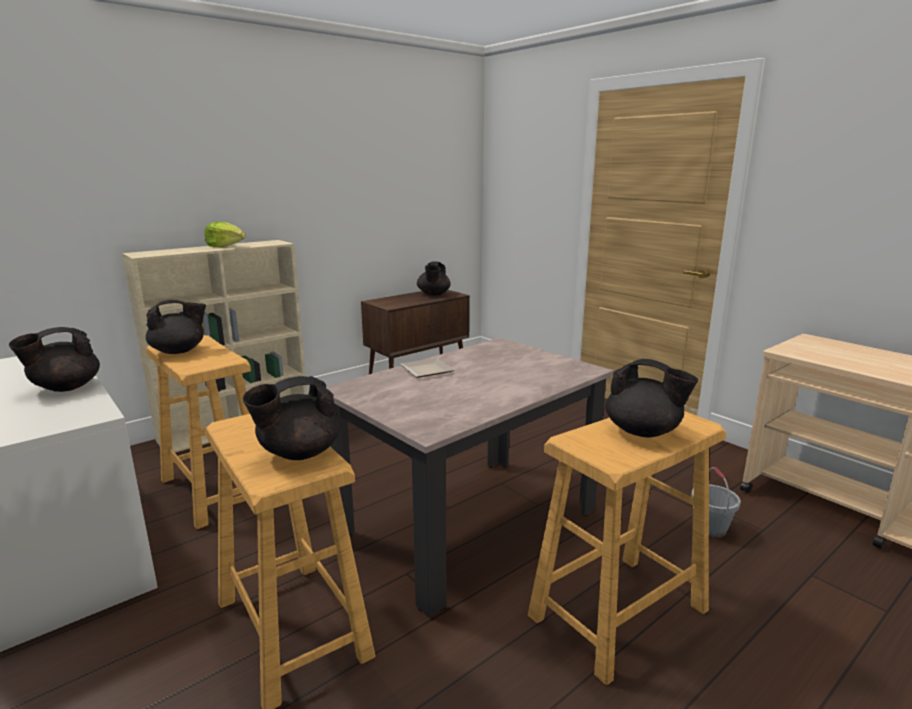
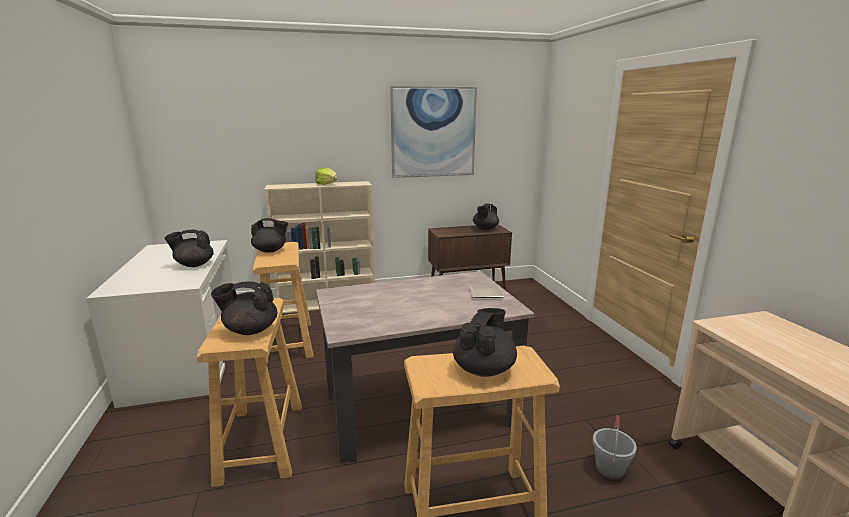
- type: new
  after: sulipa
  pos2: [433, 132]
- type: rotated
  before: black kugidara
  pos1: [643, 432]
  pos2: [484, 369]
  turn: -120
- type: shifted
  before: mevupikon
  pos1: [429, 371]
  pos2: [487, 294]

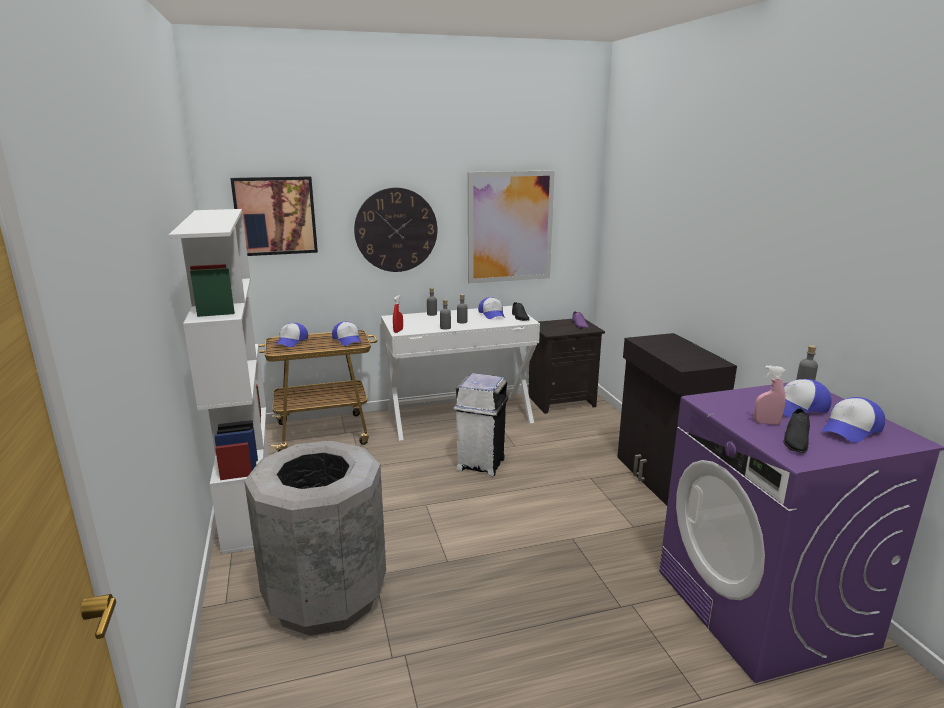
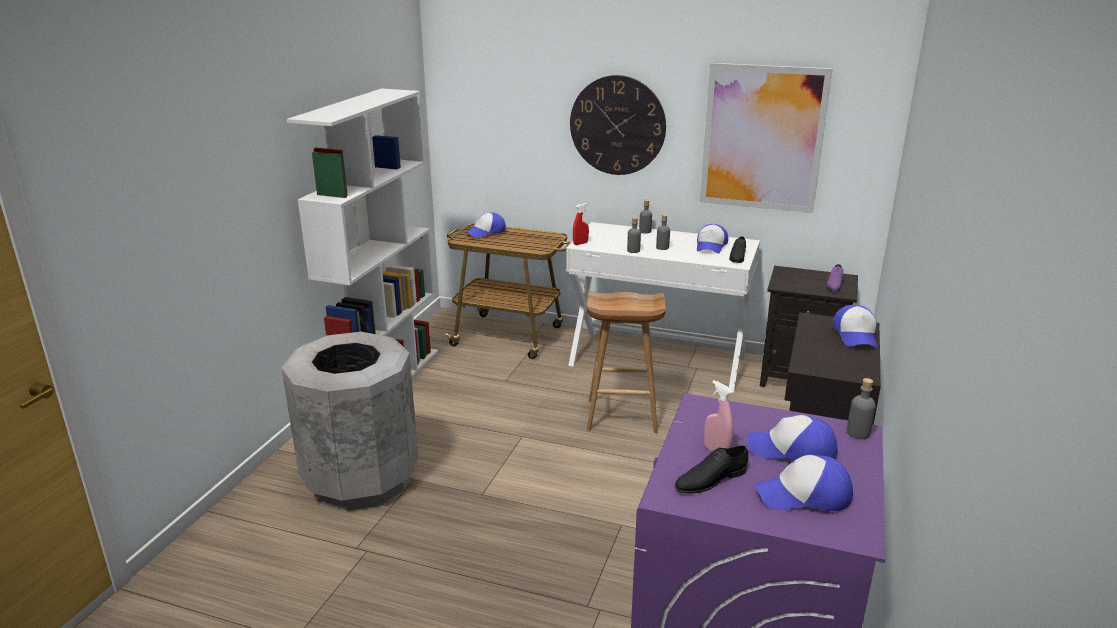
- type: swapped
  before: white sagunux
  after: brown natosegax
  pos1: [481, 463]
  pos2: [621, 416]
- type: shifted
  before: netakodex
  pos1: [348, 340]
  pos2: [856, 335]
- type: gone
  before: sulipa
  pos1: [275, 216]

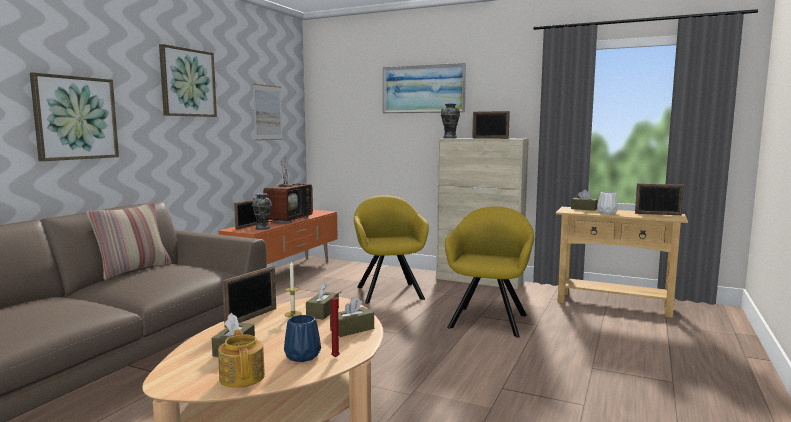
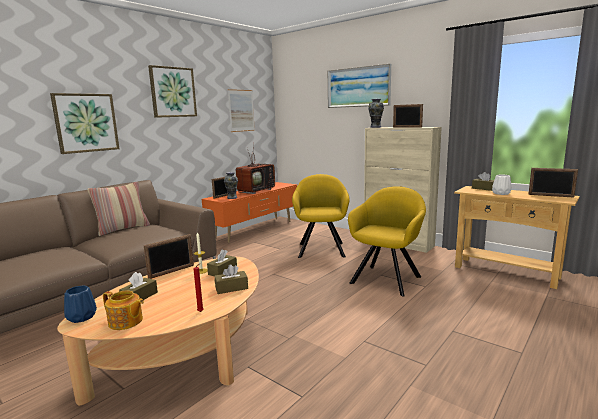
- type: shifted
  before: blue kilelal
  pos1: [302, 356]
  pos2: [81, 317]
- type: rotated
  before: kugidara
  pos1: [242, 377]
  pos2: [126, 322]
  turn: 120

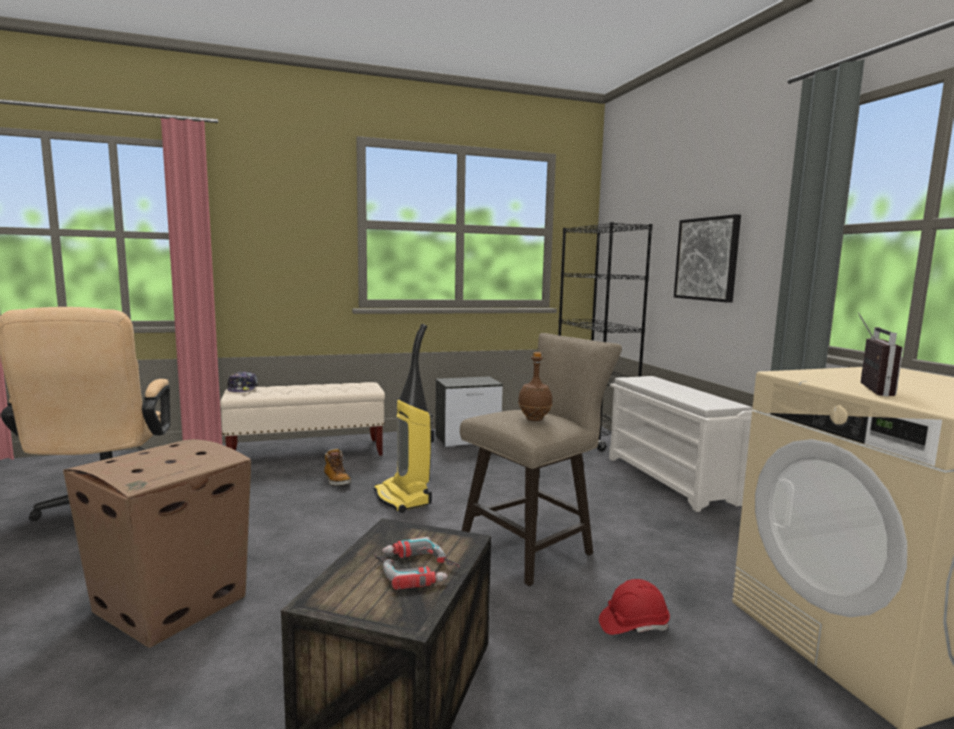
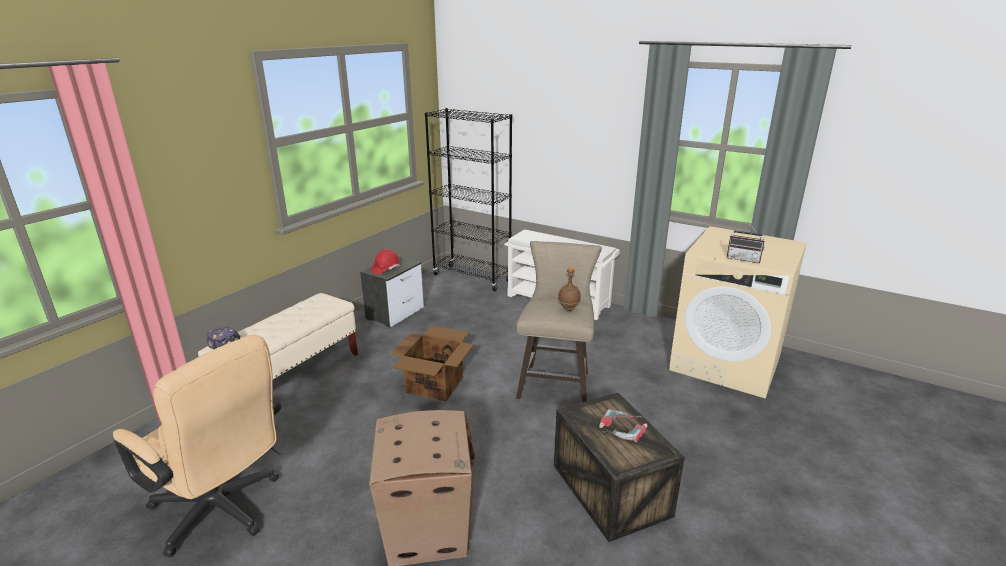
- type: shifted
  before: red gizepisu
  pos1: [633, 625]
  pos2: [386, 269]
- type: swapped
  before: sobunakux
  after: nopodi
  pos1: [404, 498]
  pos2: [435, 384]
- type: rotated
  before: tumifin
  pos1: [866, 390]
  pos2: [743, 259]
  turn: 135
- type: gone
  before: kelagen
  pos1: [336, 481]
- type: gone
  before: sulipa
  pos1: [707, 259]

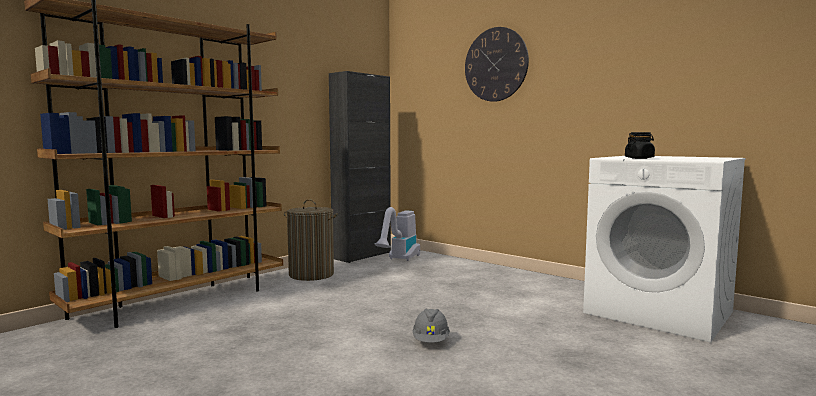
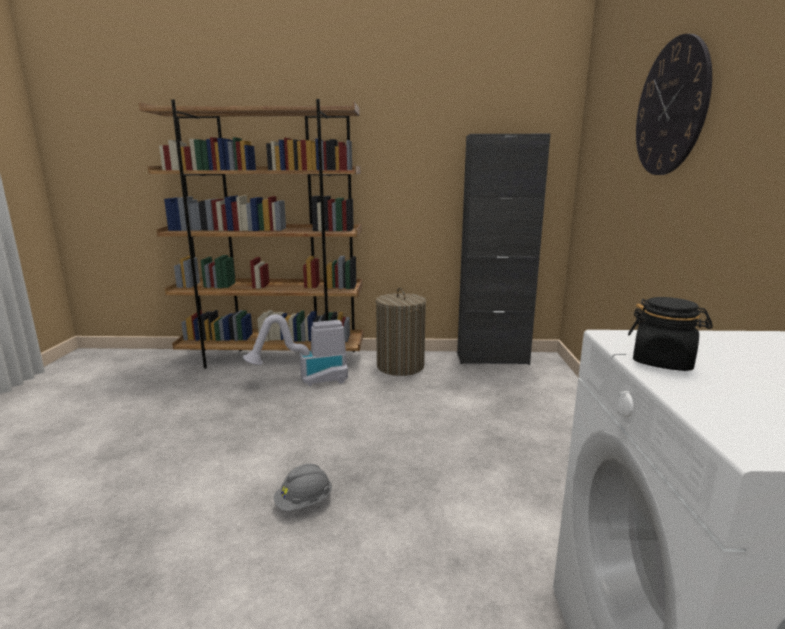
- type: shifted
  before: sobunakux
  pos1: [399, 260]
  pos2: [307, 381]

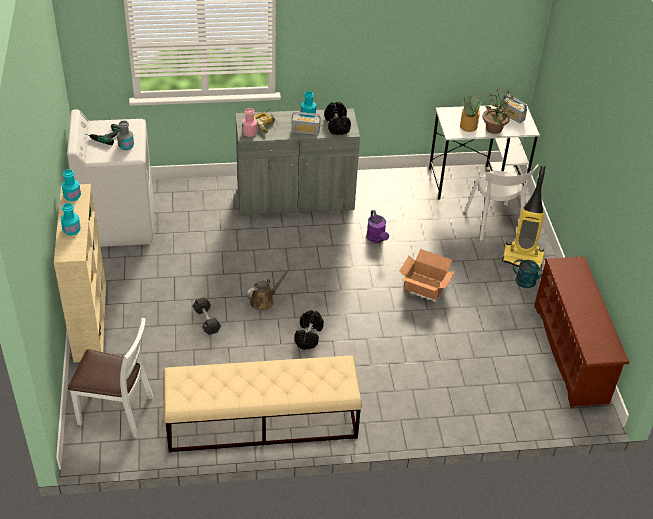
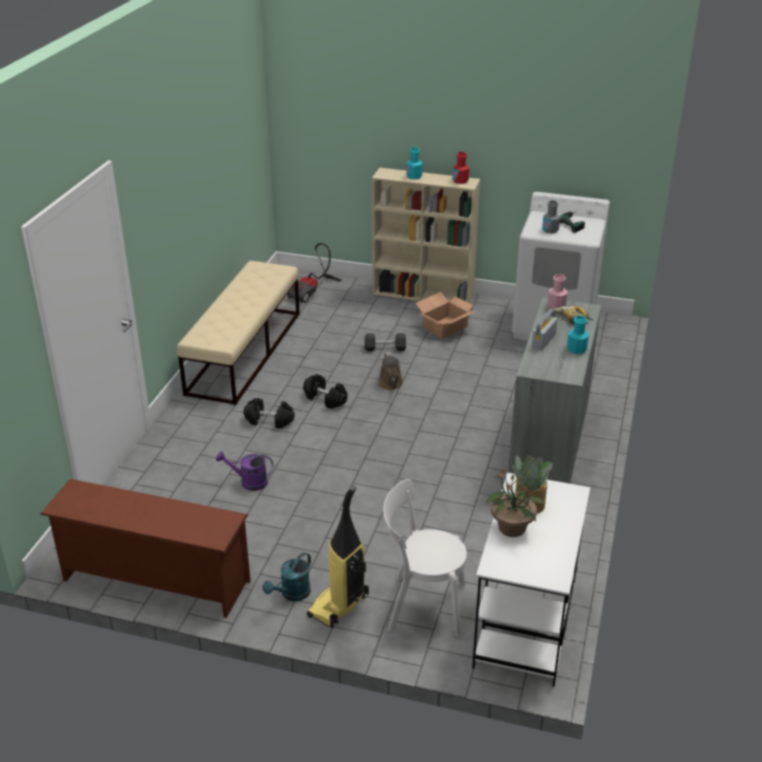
- type: shifted
  before: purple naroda
  pos1: [377, 239]
  pos2: [249, 482]
- type: shifted
  before: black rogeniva
  pos1: [337, 125]
  pos2: [269, 421]
- type: swapped
  before: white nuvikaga
  after: sobunakux
  pos1: [117, 411]
  pos2: [312, 293]
- type: shifted
  before: nopodi
  pos1: [425, 286]
  pos2: [444, 327]
- type: repainted
  before: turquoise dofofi
  after: red dofofi
  pos1: [72, 196]
  pos2: [460, 181]
- type: gone
  before: tumifin
  pos1: [512, 116]

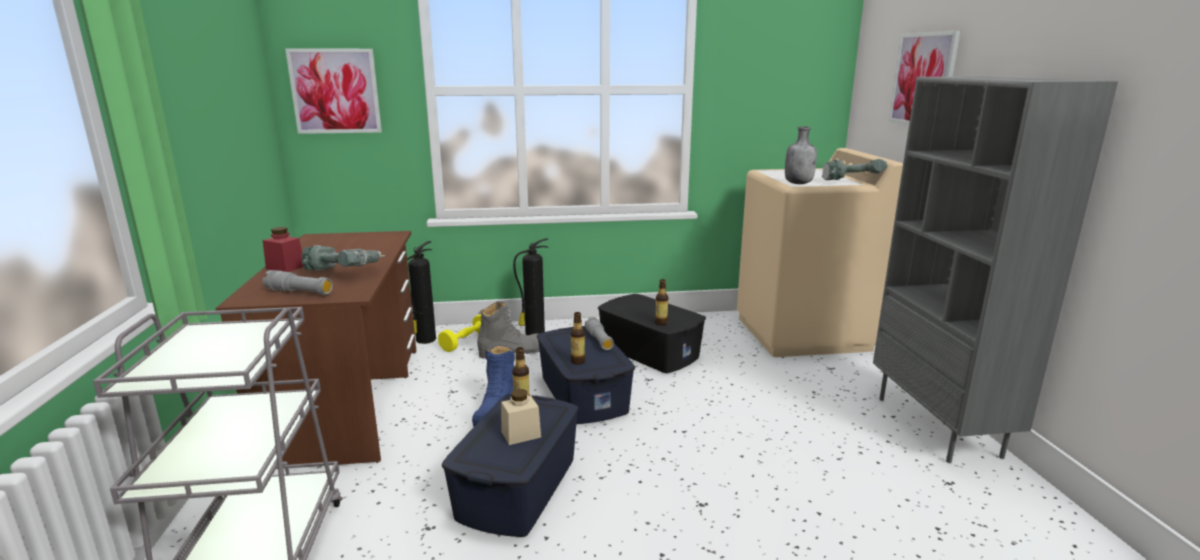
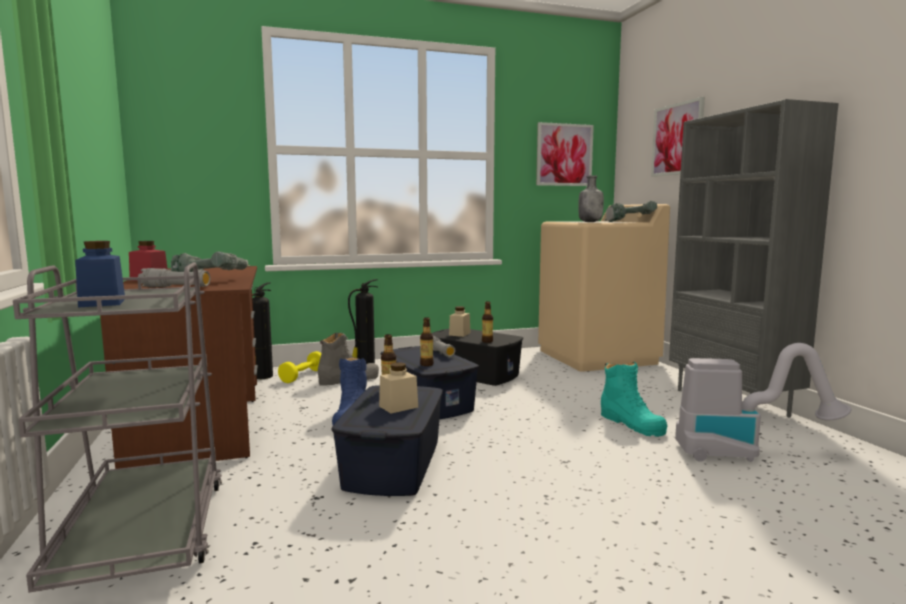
- type: new
  after: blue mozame
  pos2: [102, 303]
- type: new
  after: beige mozame
  pos2: [459, 334]
- type: shifted
  before: sulipa
  pos1: [335, 91]
  pos2: [564, 155]
- type: new
  after: turquoise kelagen
  pos2: [632, 424]
- type: new
  after: sobunakux
  pos2: [744, 453]

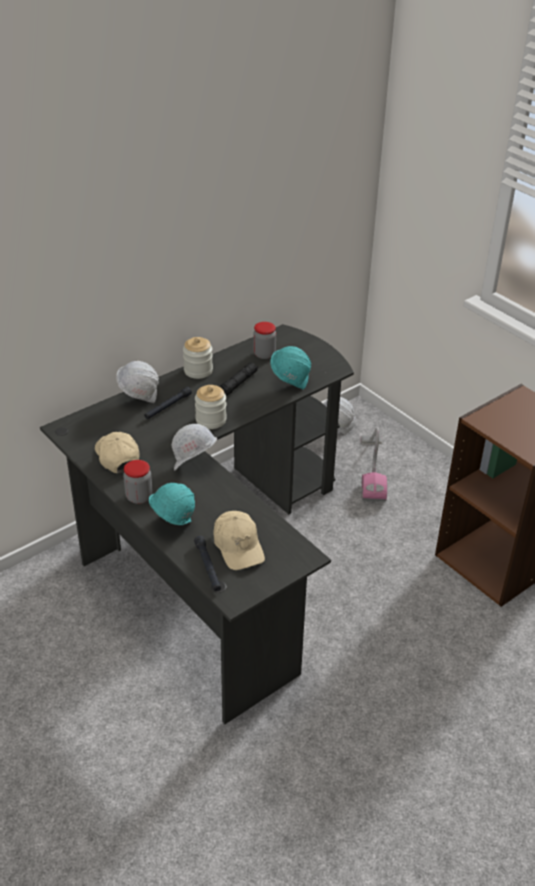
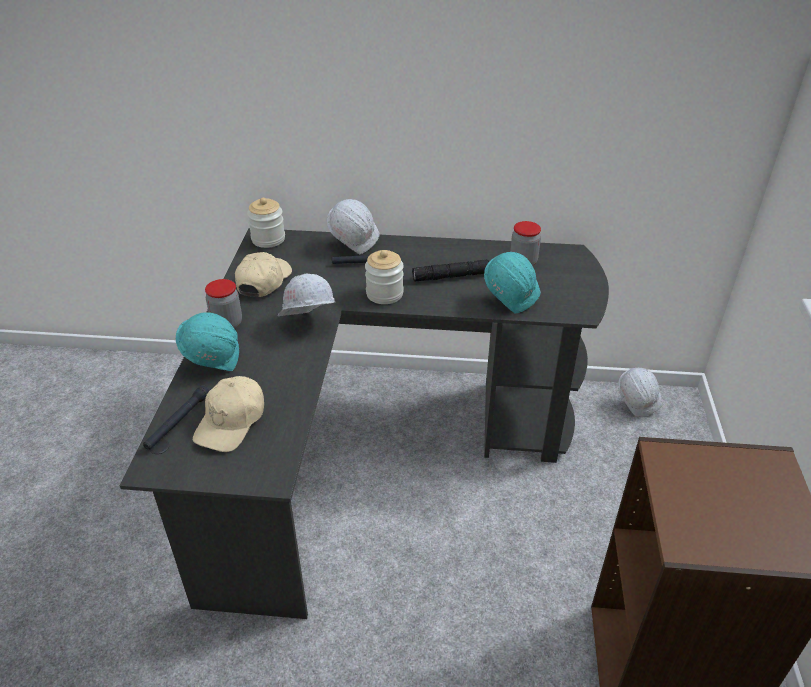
- type: shifted
  before: mozame
  pos1: [198, 371]
  pos2: [268, 239]
- type: gone
  before: sobunakux
  pos1: [372, 469]

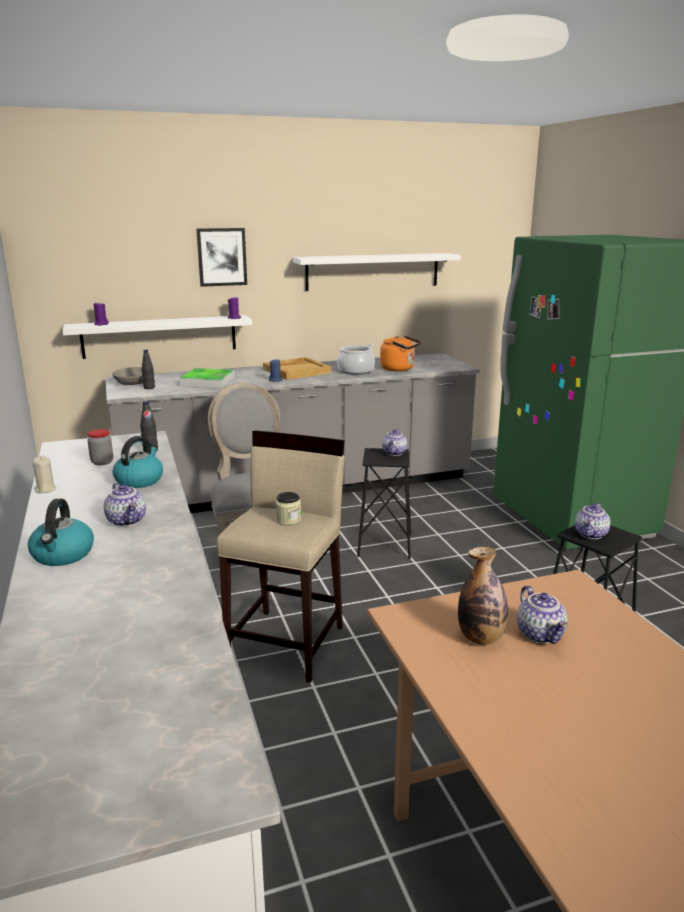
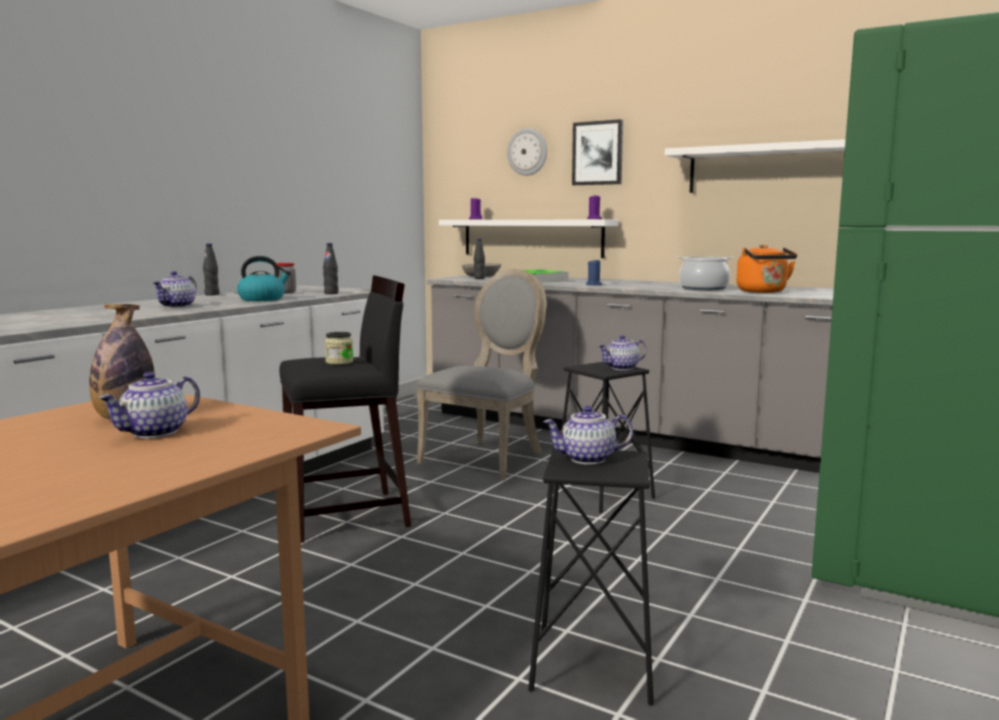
- type: swapped
  before: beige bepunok
  after: black dofofi
  pos1: [45, 489]
  pos2: [212, 294]
- type: repainted
  before: beige natosegax
  after: black natosegax
  pos1: [287, 644]
  pos2: [348, 516]
- type: new
  after: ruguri
  pos2: [527, 152]
- type: gone
  before: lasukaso
  pos1: [63, 555]
- type: gone
  before: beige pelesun
  pos1: [296, 371]

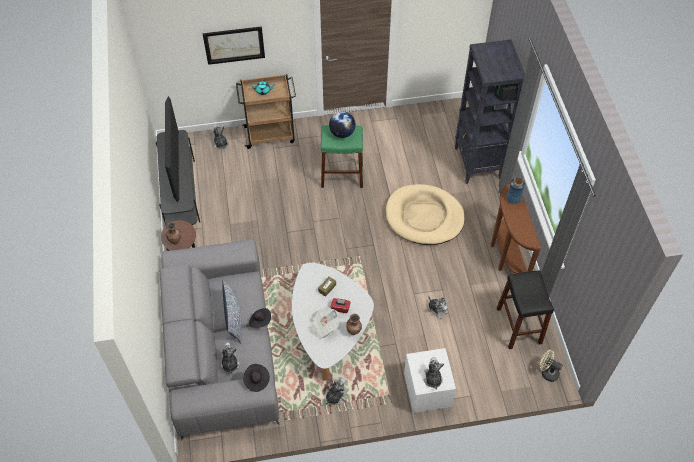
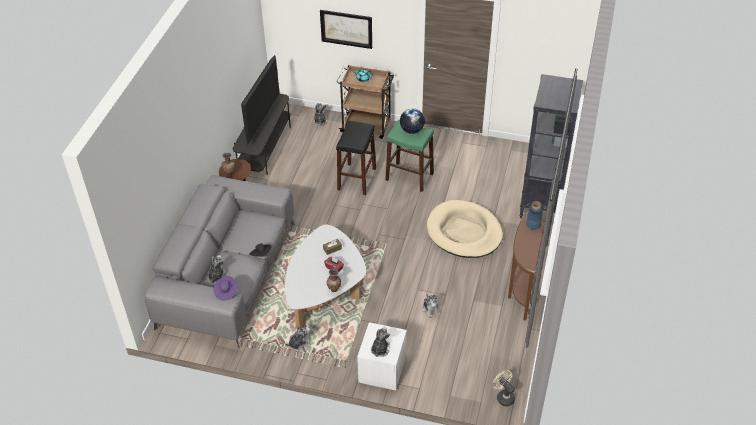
- type: repainted
  before: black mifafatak
  after: purple mifafatak
  pos1: [256, 380]
  pos2: [226, 292]
- type: shifted
  before: black natosegax
  pos1: [519, 325]
  pos2: [356, 179]
- type: gone
  before: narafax
  pos1: [233, 317]
- type: gone
  before: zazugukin
  pos1: [323, 327]

